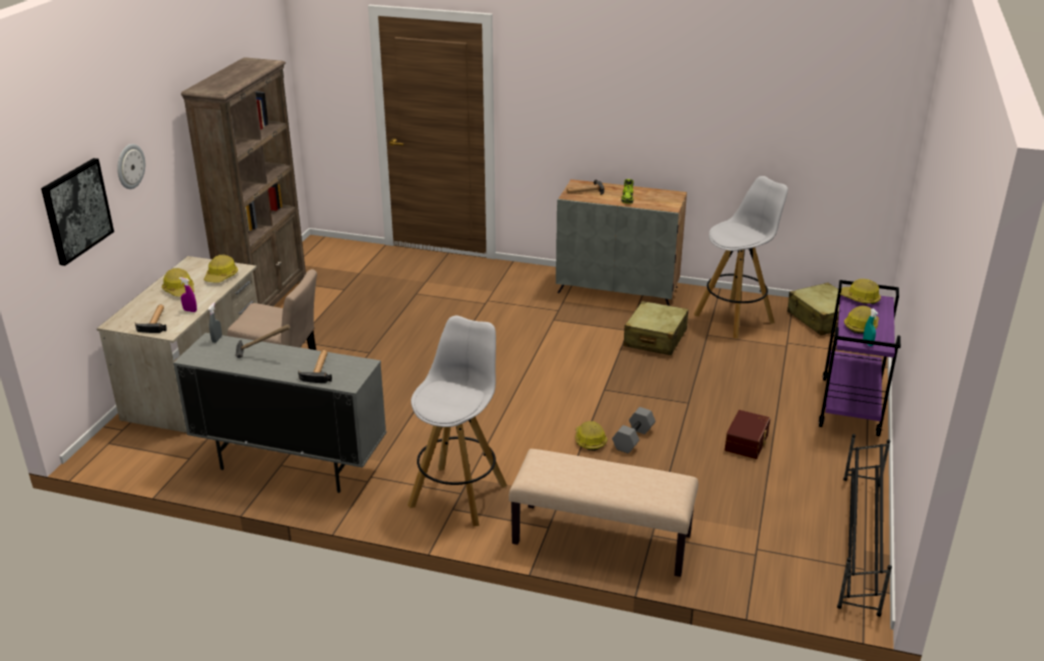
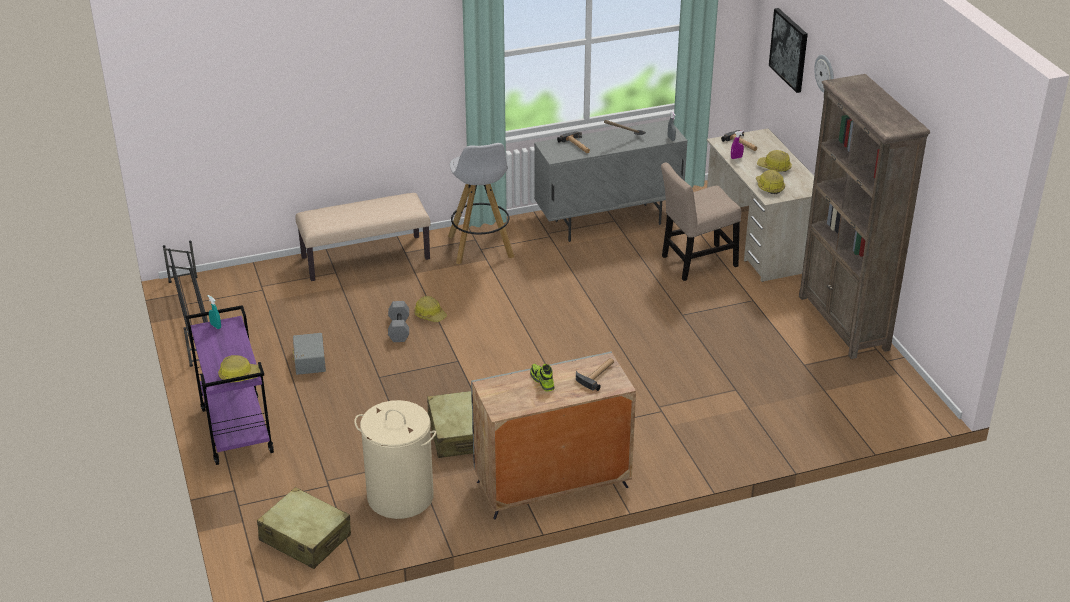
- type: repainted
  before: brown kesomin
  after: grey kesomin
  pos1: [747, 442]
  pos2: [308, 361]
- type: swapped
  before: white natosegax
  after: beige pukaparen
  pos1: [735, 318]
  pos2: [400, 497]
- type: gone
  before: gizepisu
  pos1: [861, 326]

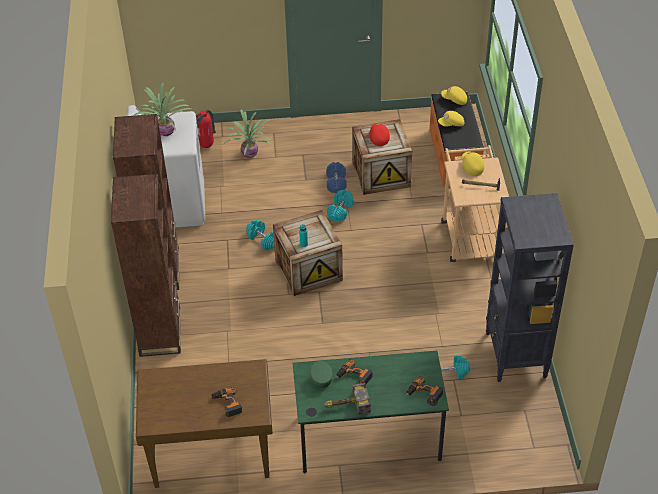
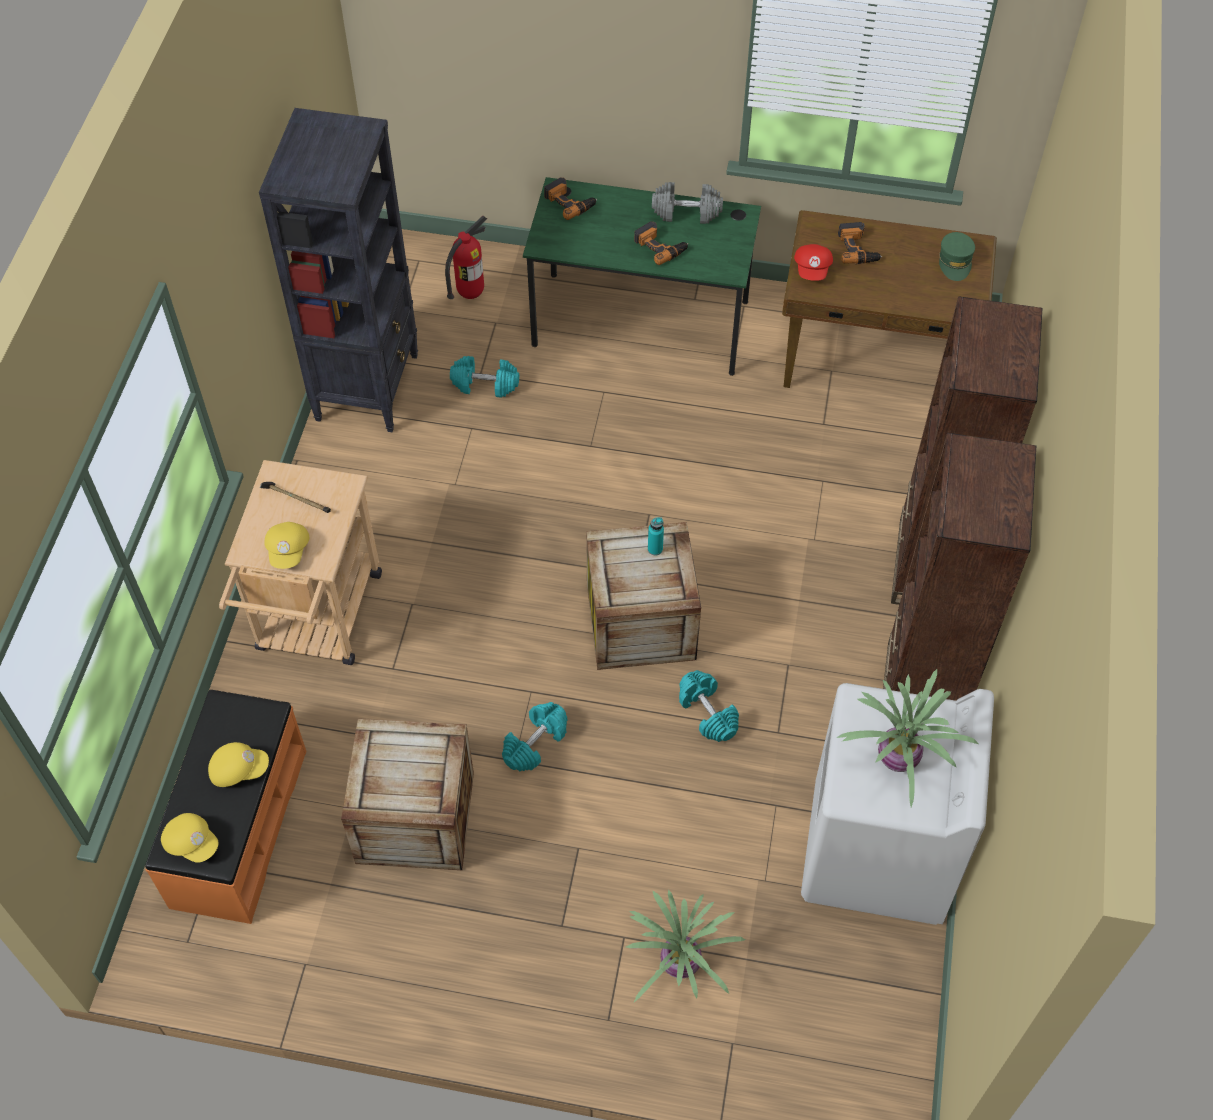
- type: shifted
  before: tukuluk
  pos1: [207, 146]
  pos2: [470, 293]
- type: swapped
  before: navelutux
  after: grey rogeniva
  pos1: [345, 405]
  pos2: [687, 212]
- type: shifted
  before: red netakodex
  pos1: [378, 138]
  pos2: [813, 269]
- type: shifted
  before: green netakodex
  pos1: [320, 377]
  pos2: [955, 261]
- type: gone
  before: blue rogeniva
  pos1: [336, 183]

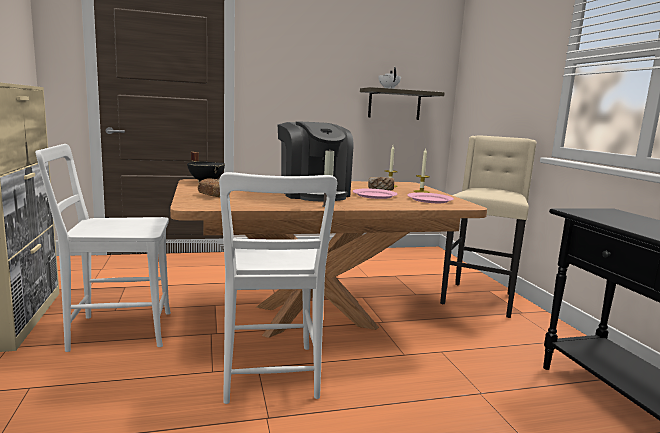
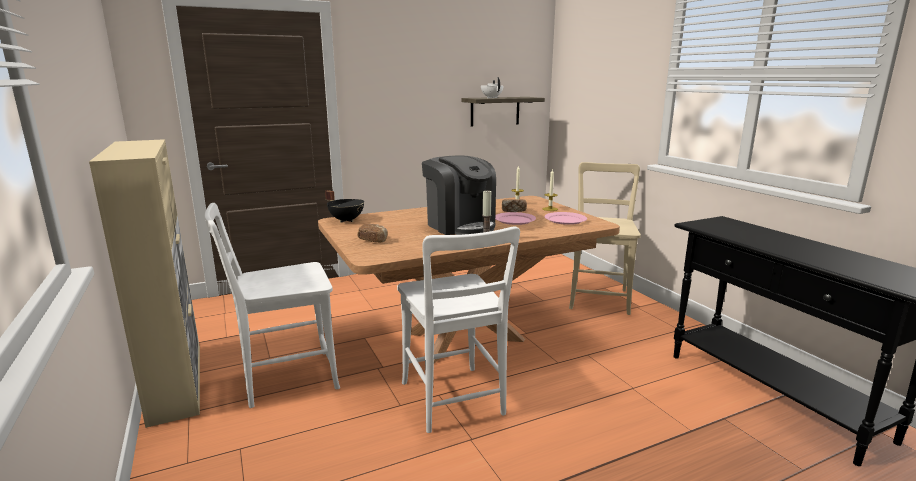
- type: swapped
  before: beige natosegax
  after: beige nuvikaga
  pos1: [479, 299]
  pos2: [599, 297]

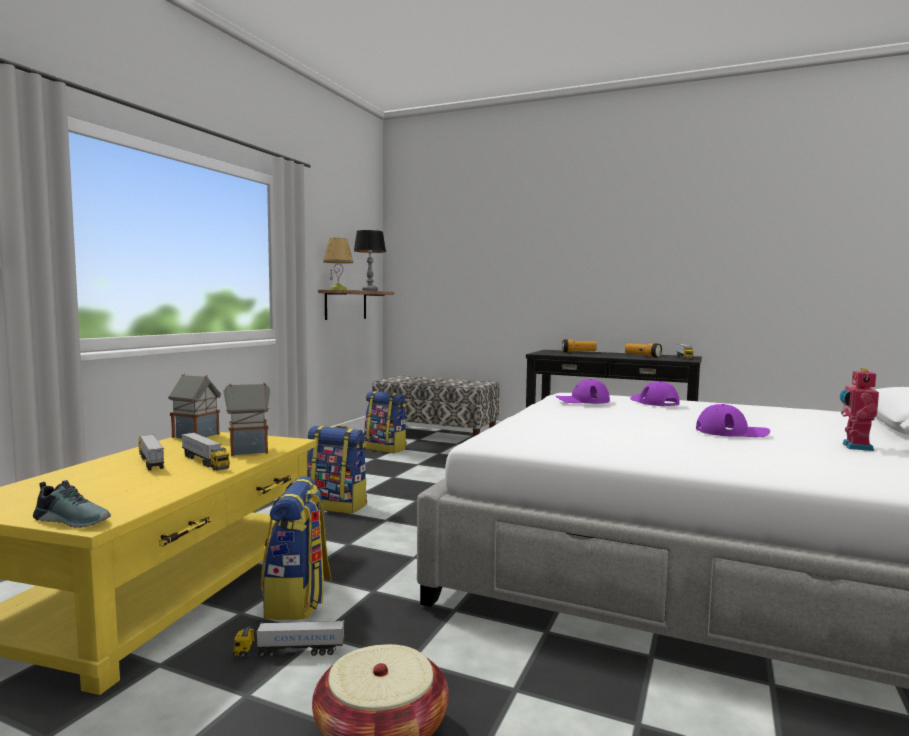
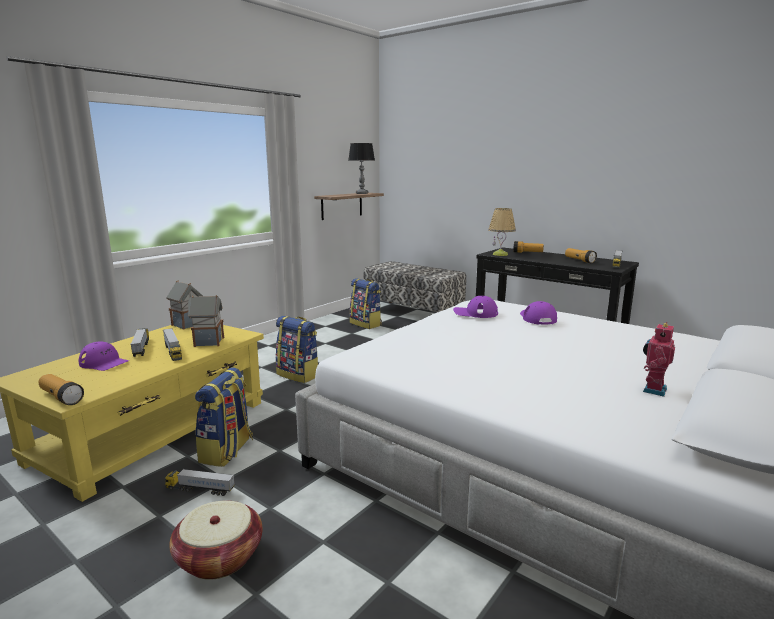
- type: swapped
  before: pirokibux
  after: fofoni
  pos1: [74, 520]
  pos2: [61, 397]
- type: shifted
  before: purple netakodex
  pos1: [731, 432]
  pos2: [104, 363]
- type: shifted
  before: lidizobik
  pos1: [338, 289]
  pos2: [500, 254]

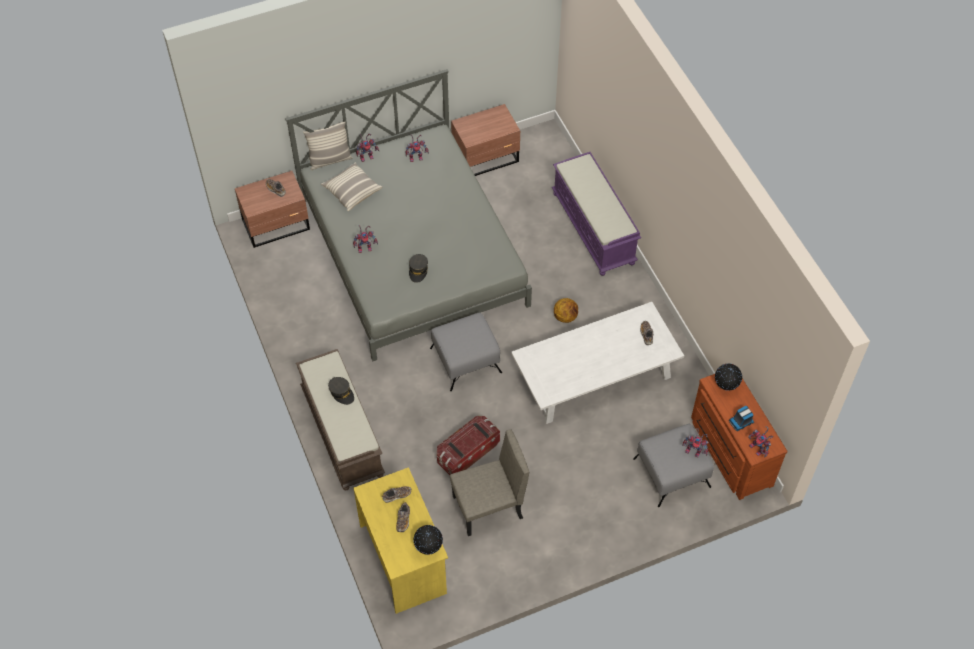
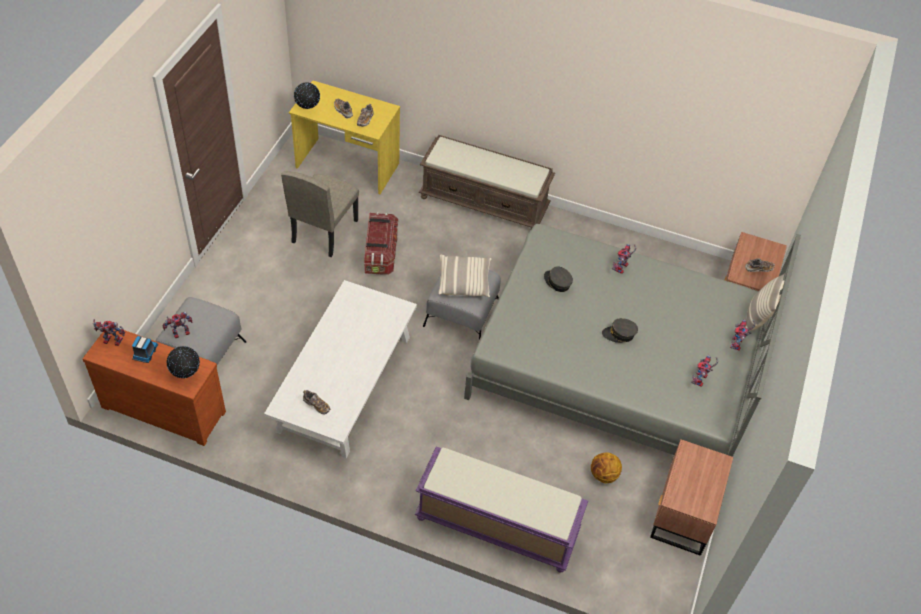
- type: shifted
  before: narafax
  pos1: [352, 191]
  pos2: [464, 282]
- type: shifted
  before: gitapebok
  pos1: [565, 317]
  pos2: [603, 475]
- type: shifted
  before: grey netakodex
  pos1: [341, 393]
  pos2: [619, 334]

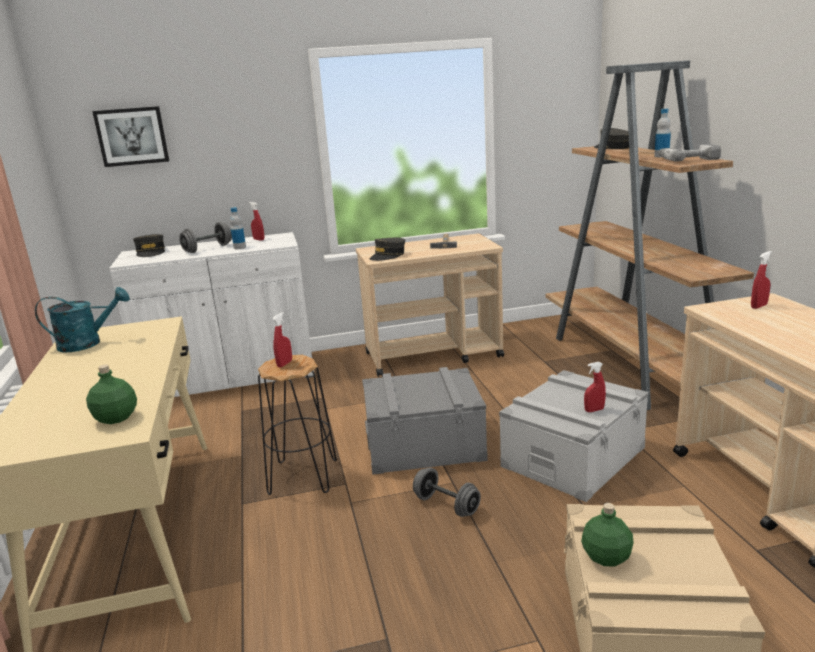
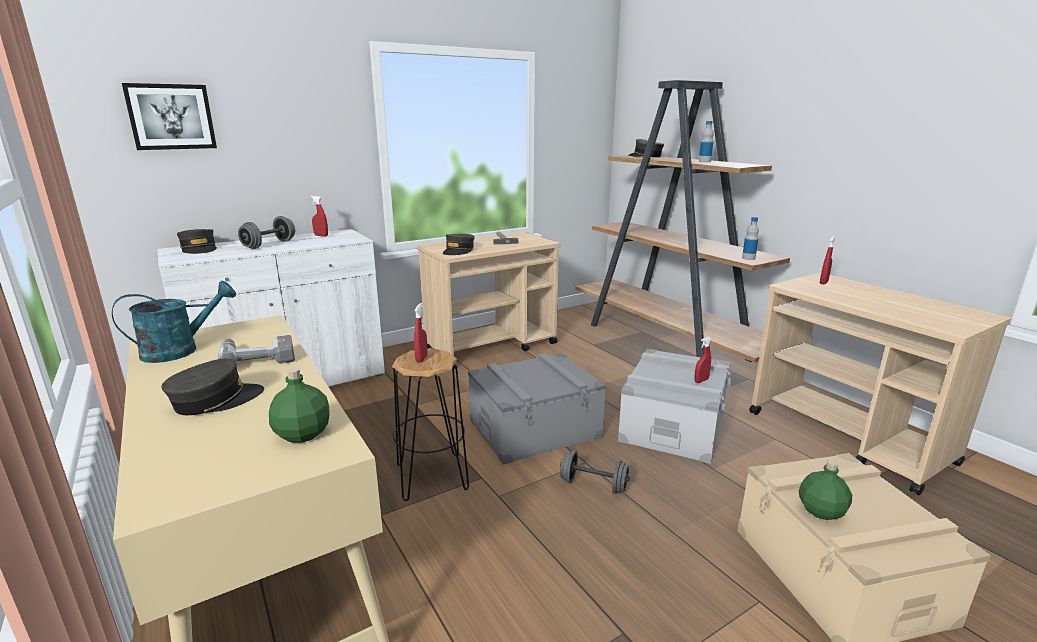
- type: new
  after: grey netakodex
  pos2: [216, 400]
- type: shifted
  before: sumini
  pos1: [686, 159]
  pos2: [257, 357]
- type: shifted
  before: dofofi
  pos1: [240, 247]
  pos2: [748, 258]

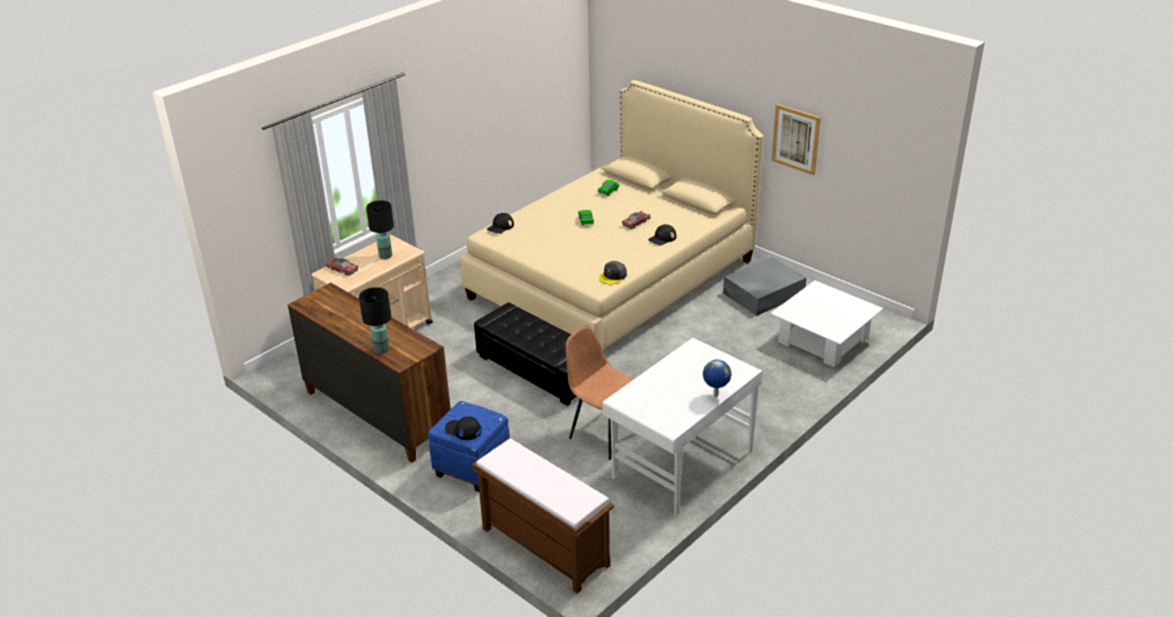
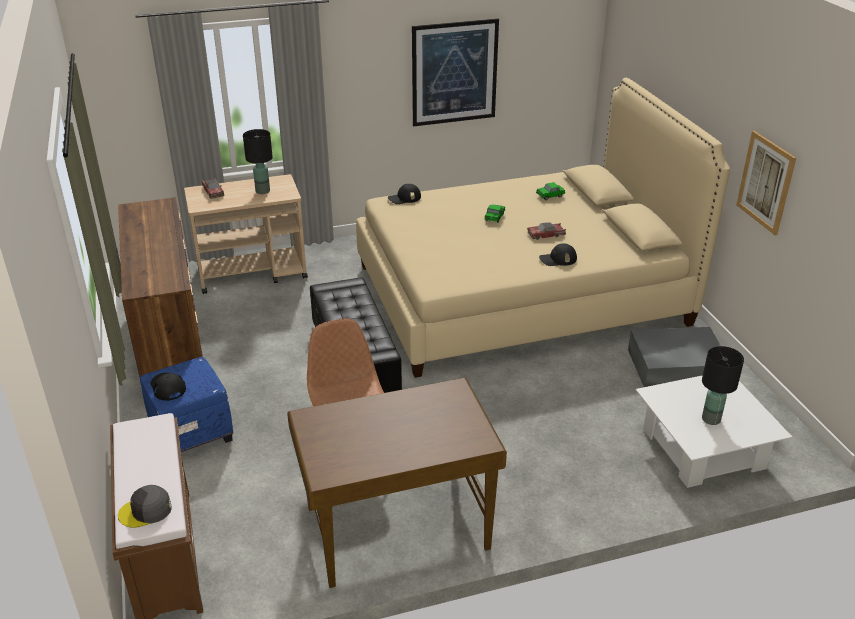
- type: shifted
  before: grey netakodex
  pos1: [613, 276]
  pos2: [146, 511]
- type: repainted
  before: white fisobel
  after: brown fisobel
  pos1: [681, 464]
  pos2: [395, 527]
- type: new
  after: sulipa
  pos2: [454, 72]
- type: shifted
  before: black lidizobik
  pos1: [382, 350]
  pos2: [711, 419]
- type: gone
  before: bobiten
  pos1: [715, 396]

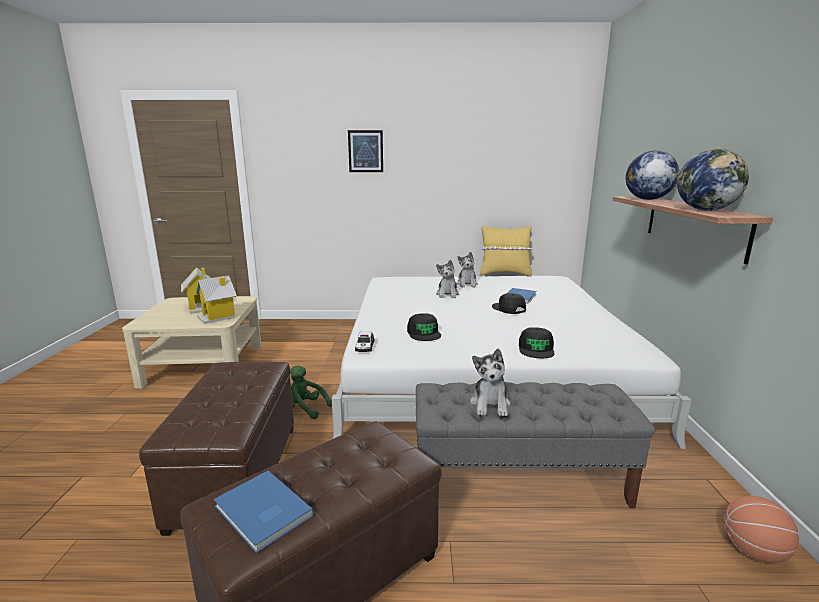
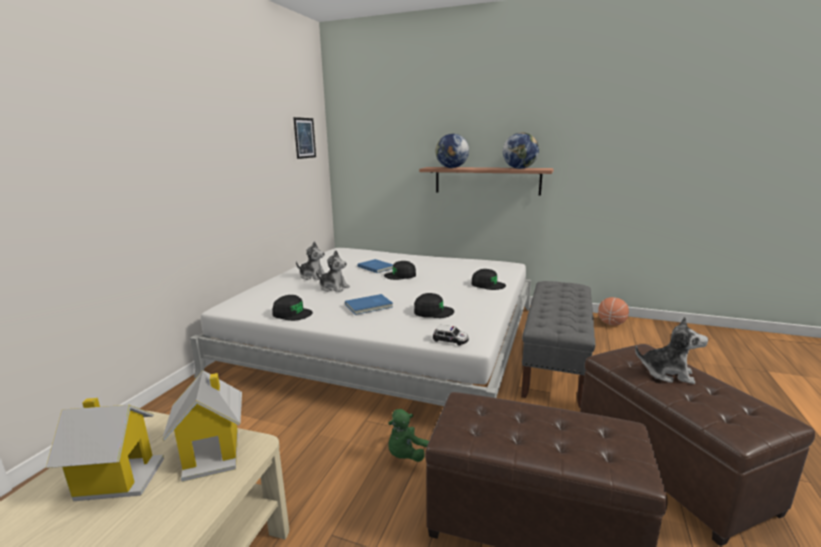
- type: new
  after: black netakodex
  pos2: [292, 313]
- type: shifted
  before: sulipa
  pos1: [365, 151]
  pos2: [304, 138]
- type: shifted
  before: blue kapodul
  pos1: [262, 513]
  pos2: [370, 306]
- type: shifted
  before: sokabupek
  pos1: [490, 404]
  pos2: [667, 373]
- type: gone
  before: yellow narafax
  pos1: [504, 274]

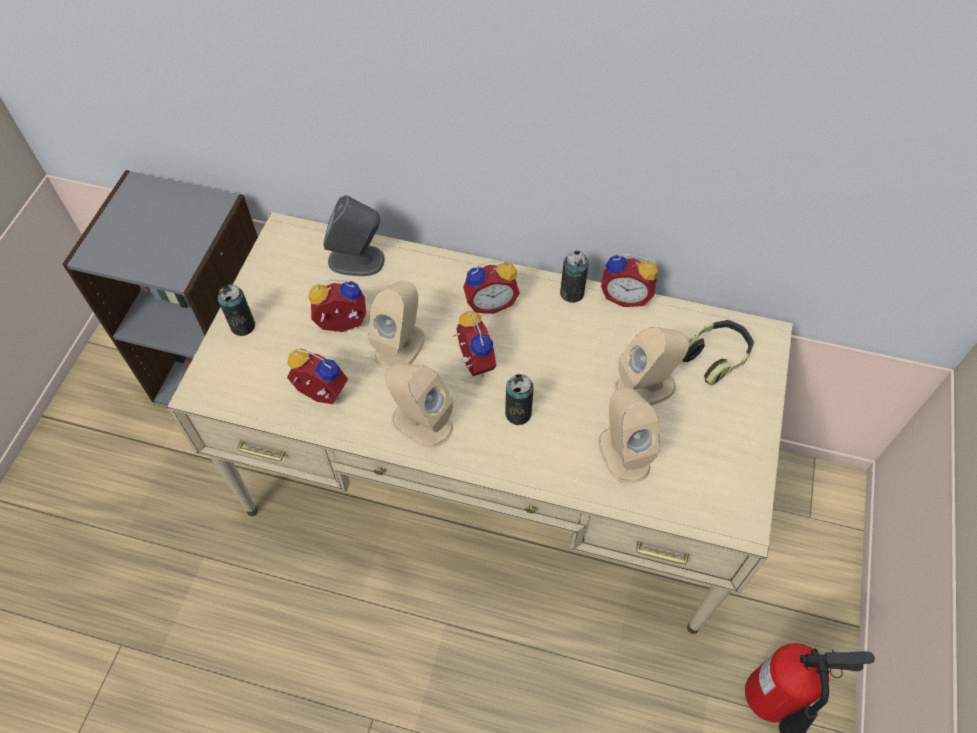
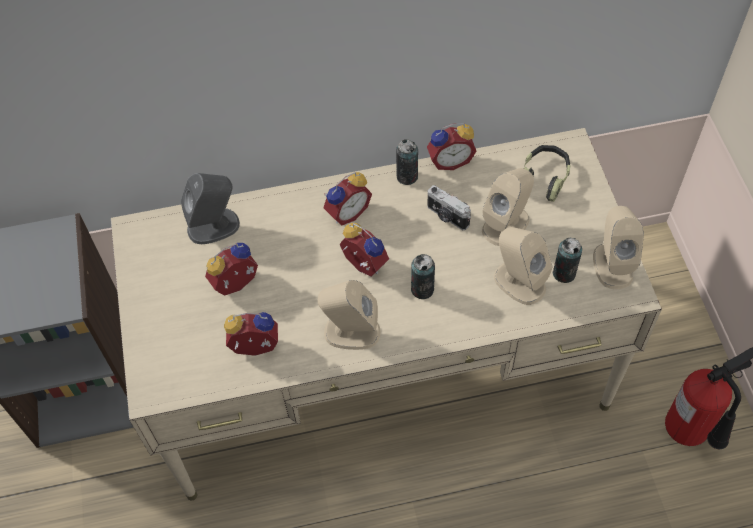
- type: new
  after: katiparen
  pos2: [447, 216]
- type: shifted
  before: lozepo
  pos1: [243, 326]
  pos2: [564, 273]
- type: shifted
  before: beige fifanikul
  pos1: [400, 346]
  pos2: [612, 264]

